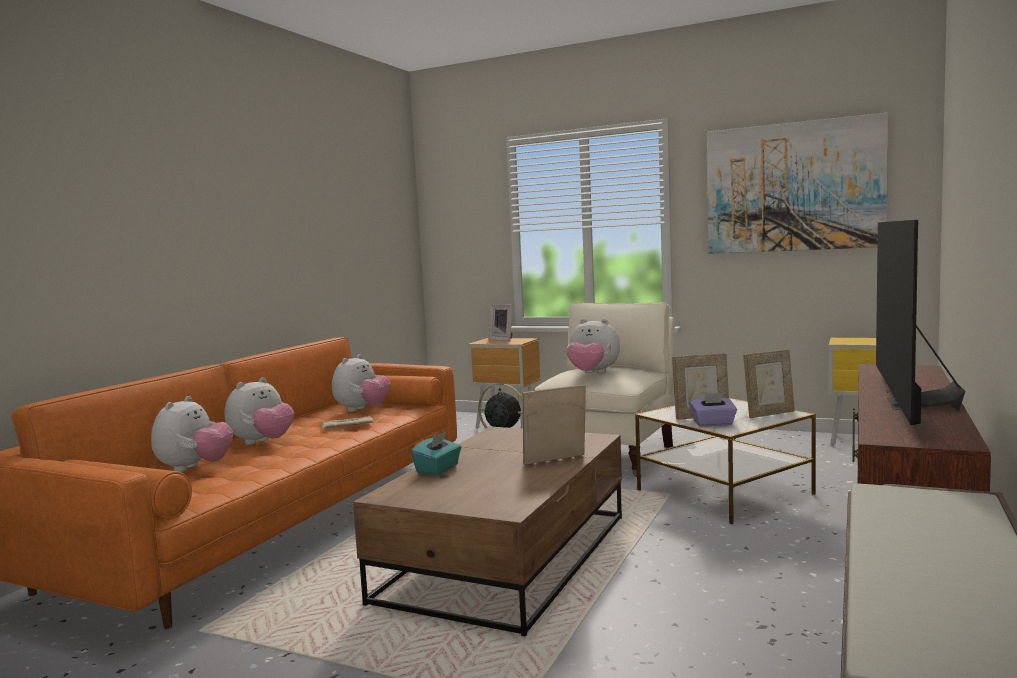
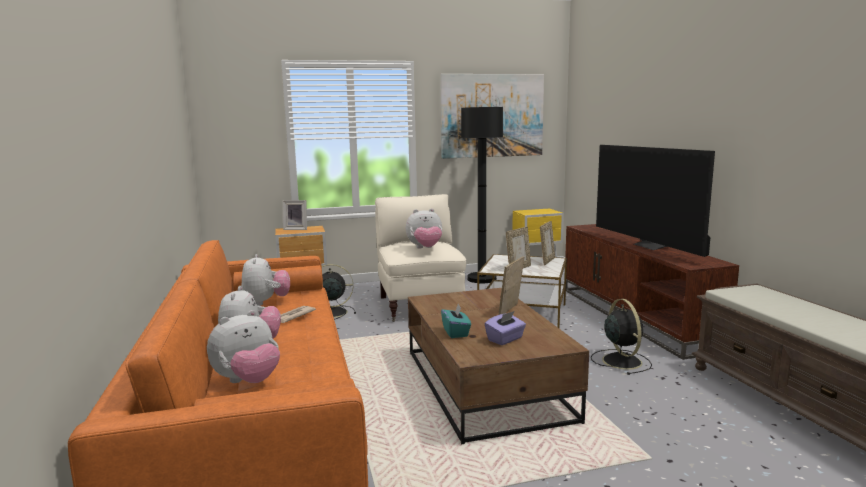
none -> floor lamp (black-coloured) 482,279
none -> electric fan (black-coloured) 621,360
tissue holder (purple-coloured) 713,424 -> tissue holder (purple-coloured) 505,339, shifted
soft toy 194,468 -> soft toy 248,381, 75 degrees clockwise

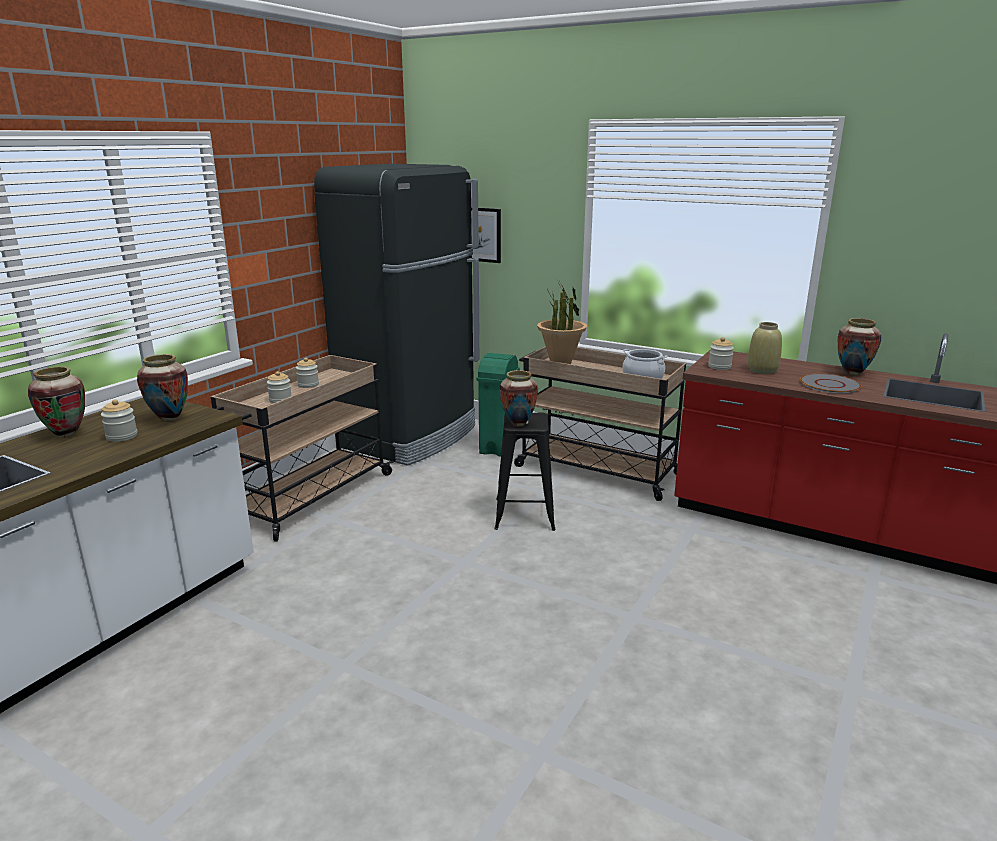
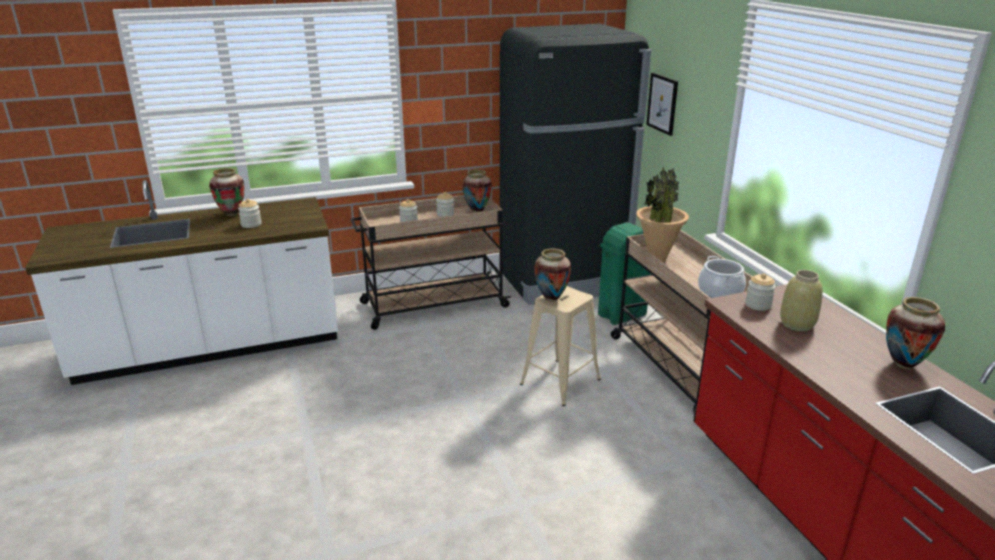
plate (grey) 829,384 -> none
flower vase 169,419 -> flower vase 477,211, shifted
stool seat (black-coloured) 524,514 -> stool seat (sand-coloured) 560,382

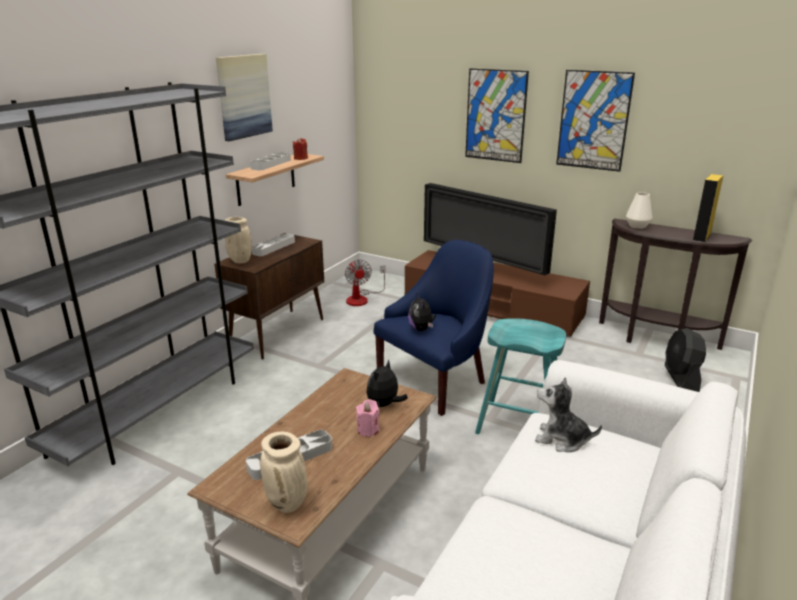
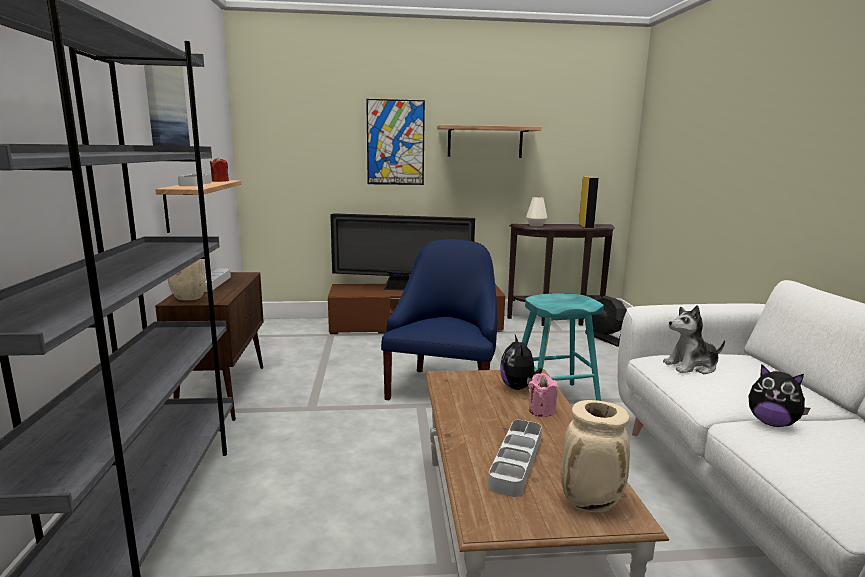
electric fan 361,298 -> none
soft toy 421,329 -> soft toy 772,423, shifted
wall picture 593,120 -> shelf 485,142

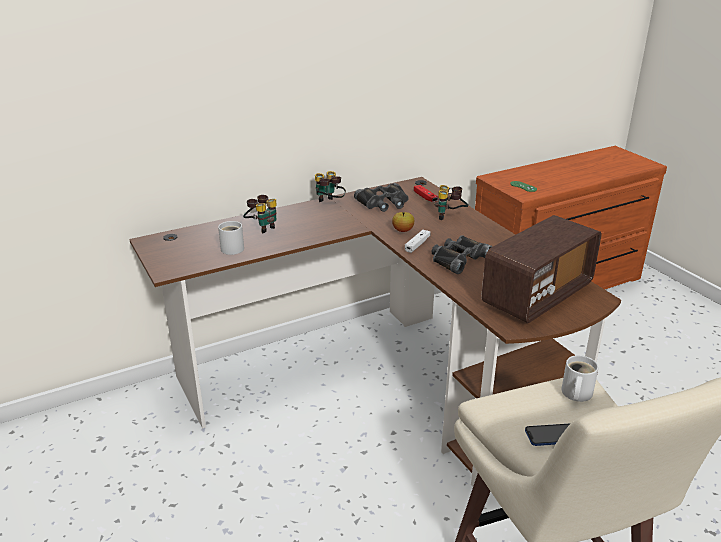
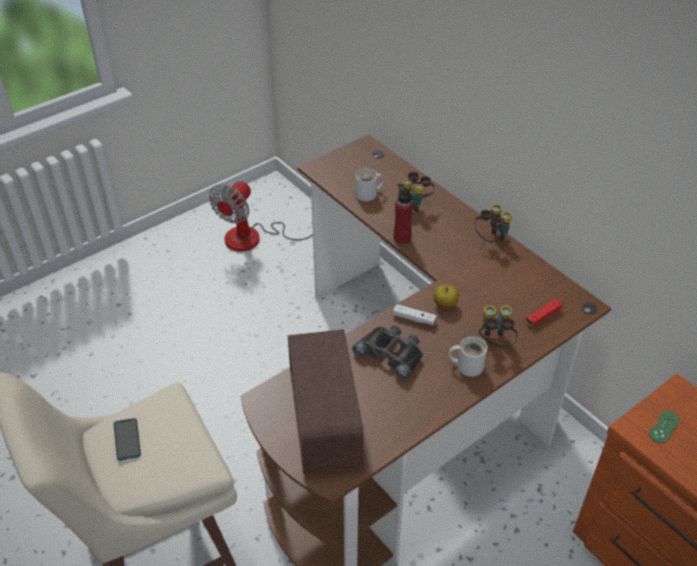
binoculars (black-coloured) 383,203 -> none
none -> electric fan 256,238
none -> bottle (reddish) 402,238
mug (whitish) 575,393 -> mug (whitish) 467,365, shifted
radio 537,296 -> radio 325,421, 45 degrees clockwise

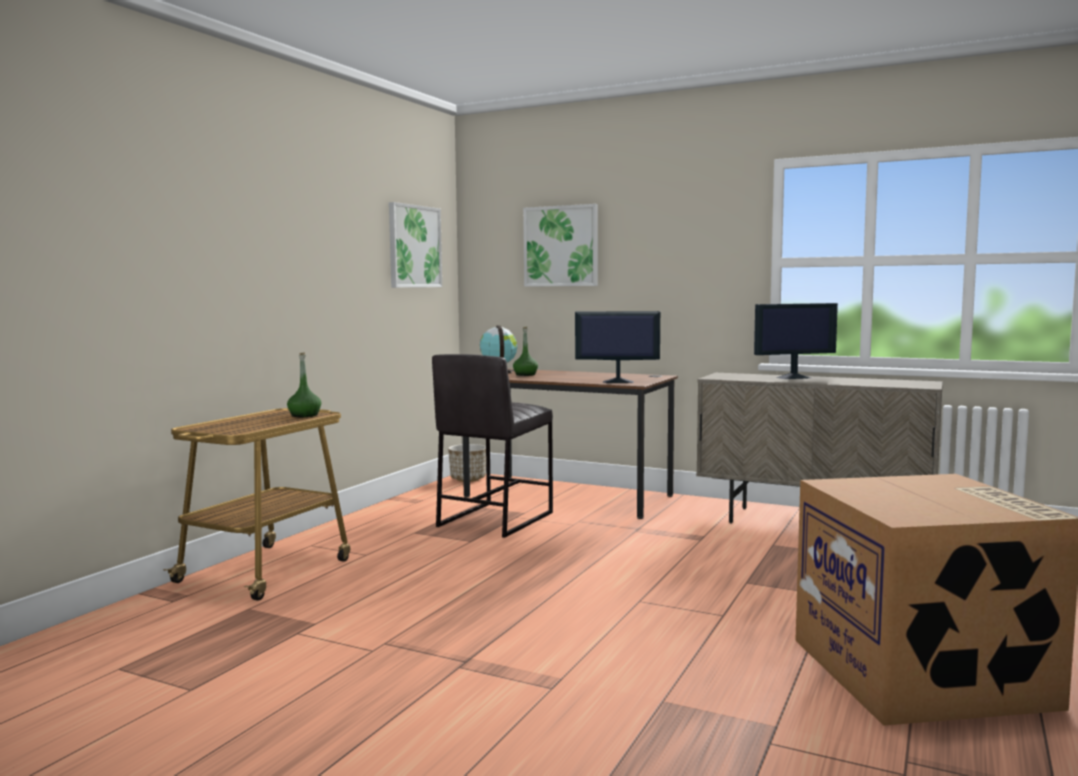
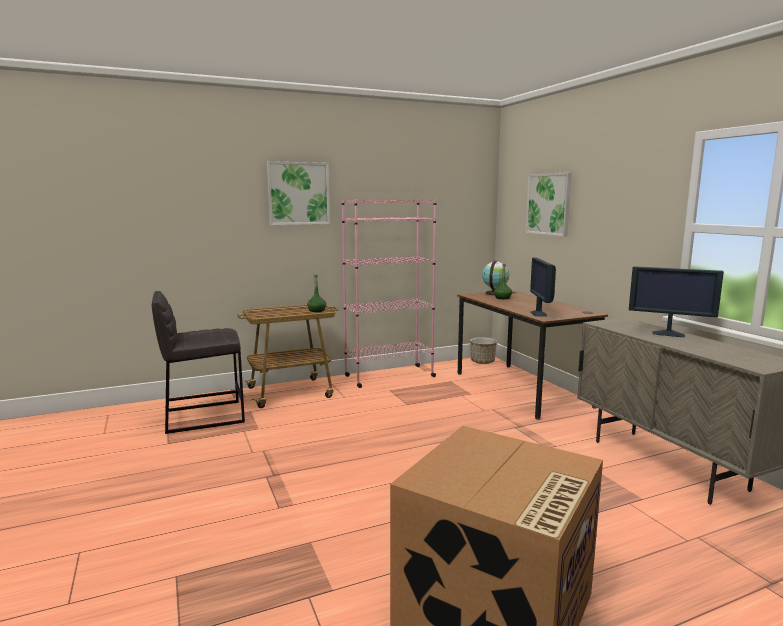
none -> shelving unit (pinkish) 389,376
wall picture 414,246 -> wall picture 298,193, shifted
stool seat (grey) 494,519 -> stool seat (grey) 203,416, shifted
computer screen 617,382 -> computer screen 538,314, 135 degrees counterclockwise

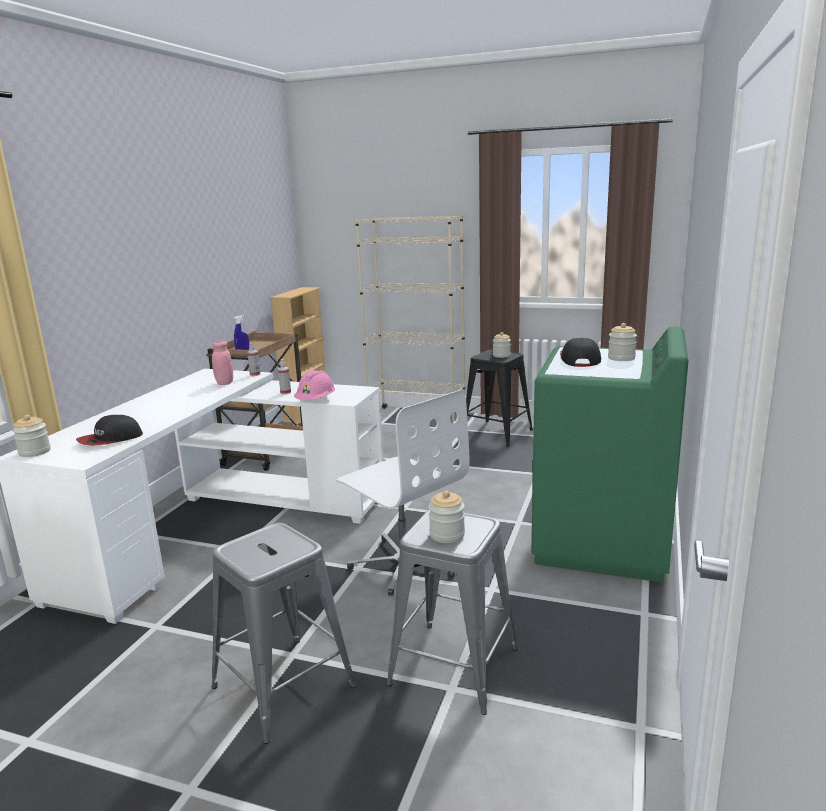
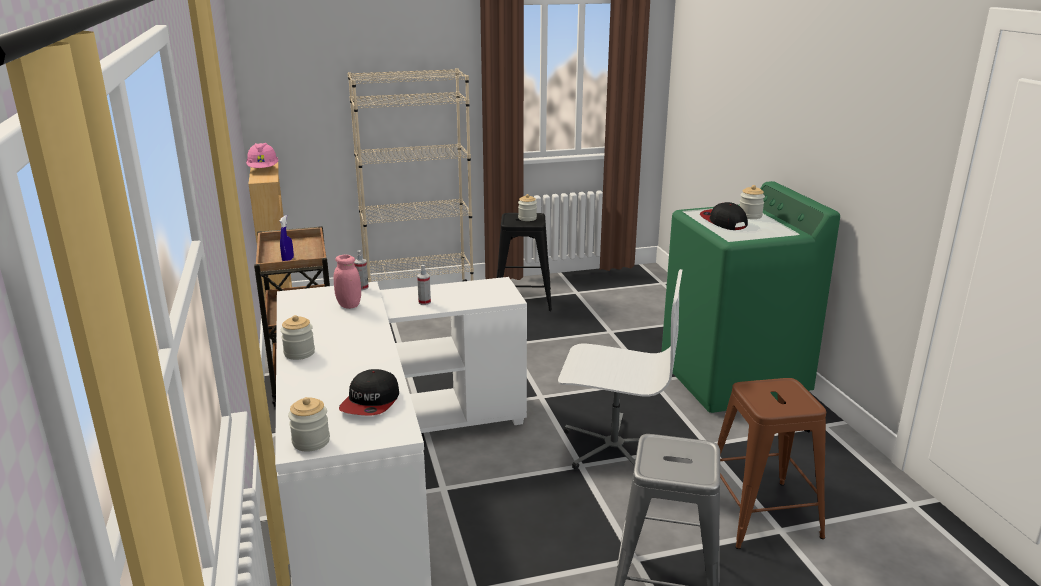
hard hat (pinkish) 316,401 -> hard hat (pinkish) 263,170, shifted
jar 447,535 -> jar 299,353, shifted
stool seat (grey) 454,666 -> stool seat (brown) 761,514

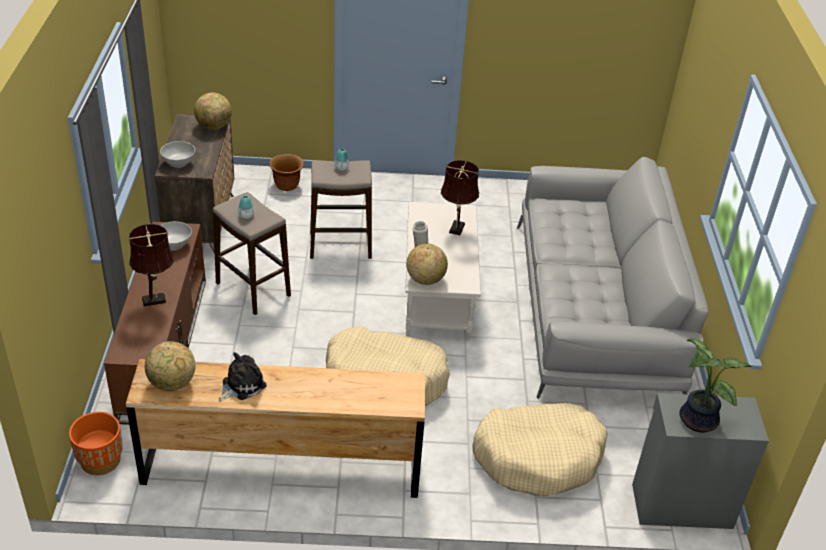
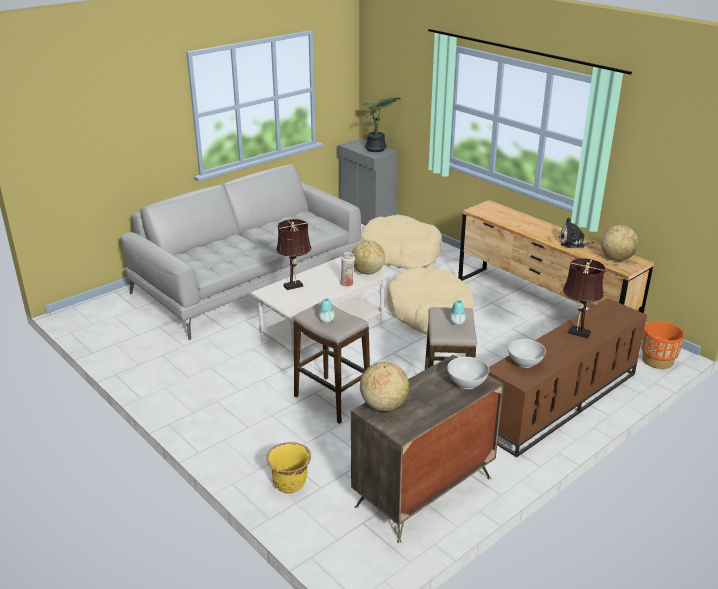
plant pot (brown) 287,186 -> plant pot (yellow-coloured) 290,484

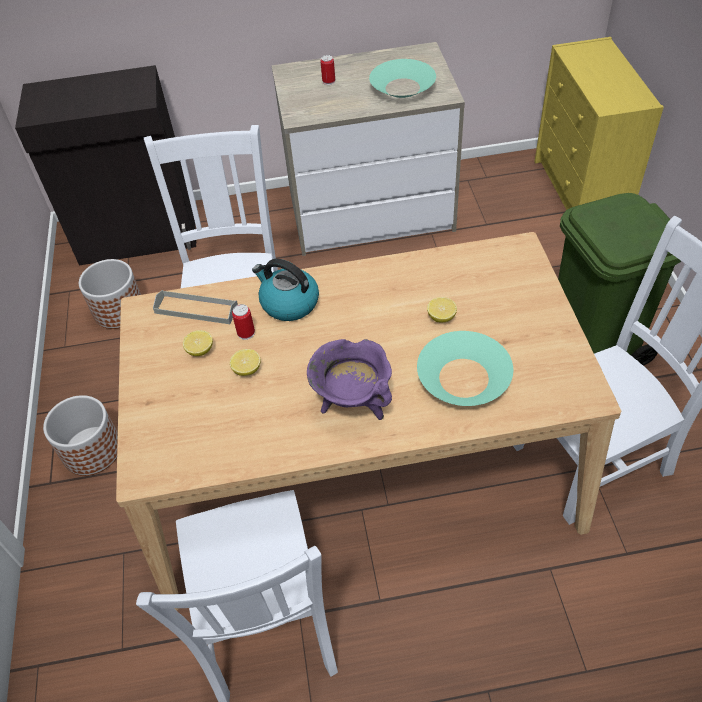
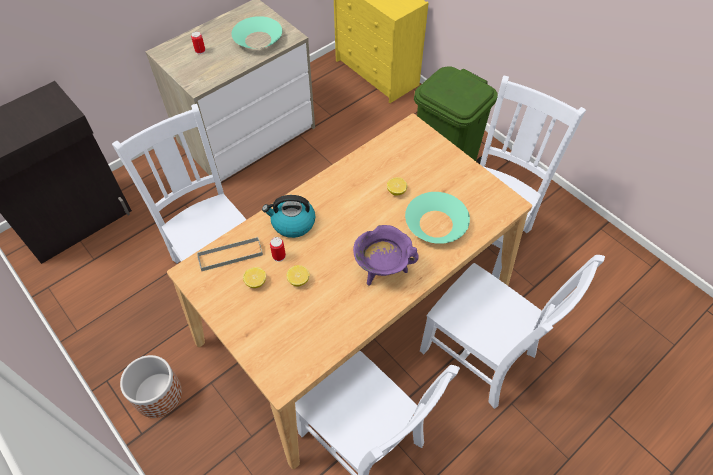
plant pot 118,311 -> none
none -> upright chair (whitish) 481,355

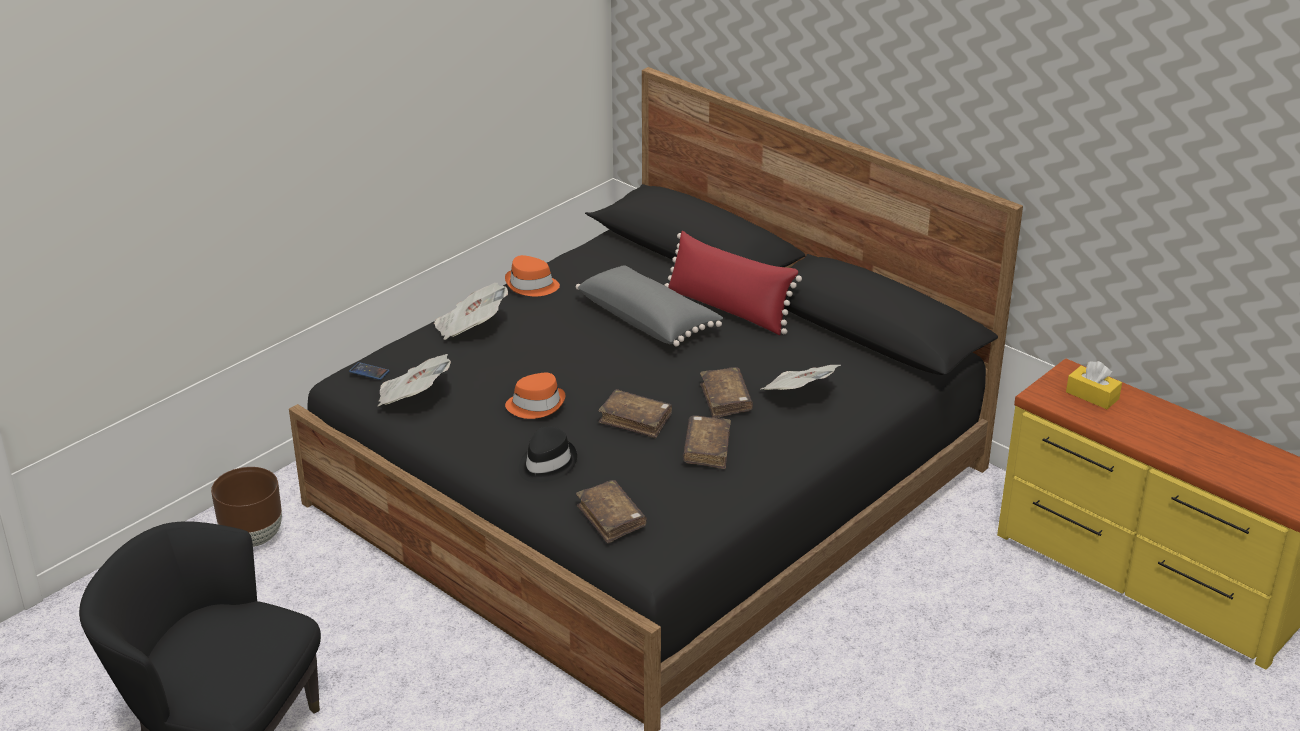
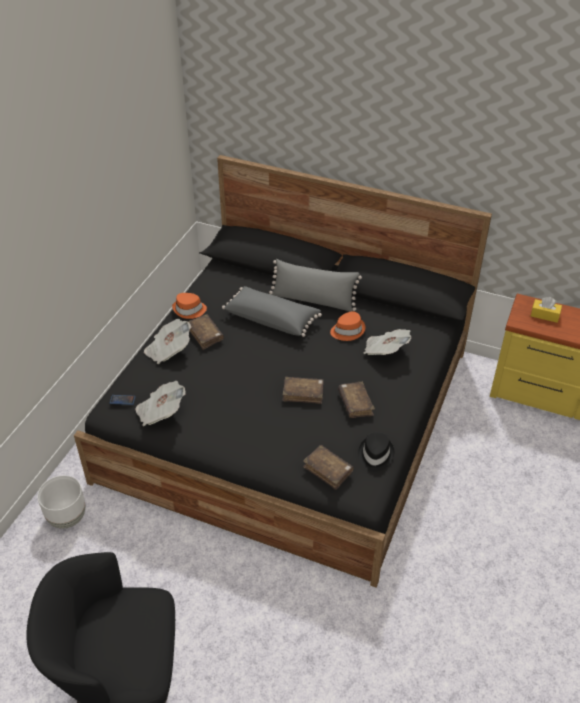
hat (orange) 536,404 -> hat (orange) 347,330, shifted
hat (black-coloured) 546,464 -> hat (black-coloured) 375,455, shifted
book (brown) 725,399 -> book (brown) 205,335, shifted
plant pot (brown) 253,537 -> plant pot (whitish) 67,517
throw pillow (reddish) 728,309 -> throw pillow (grey) 313,300

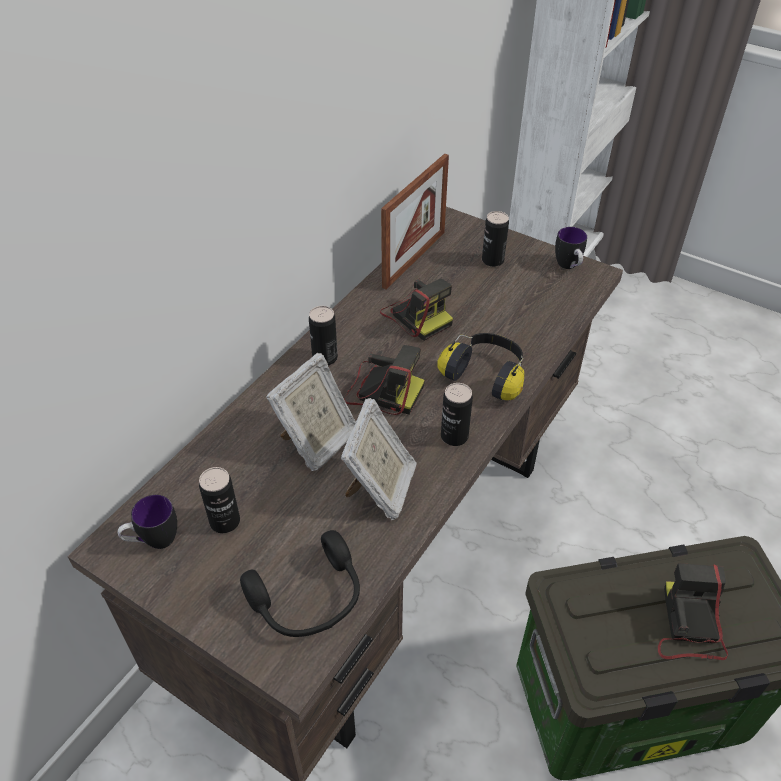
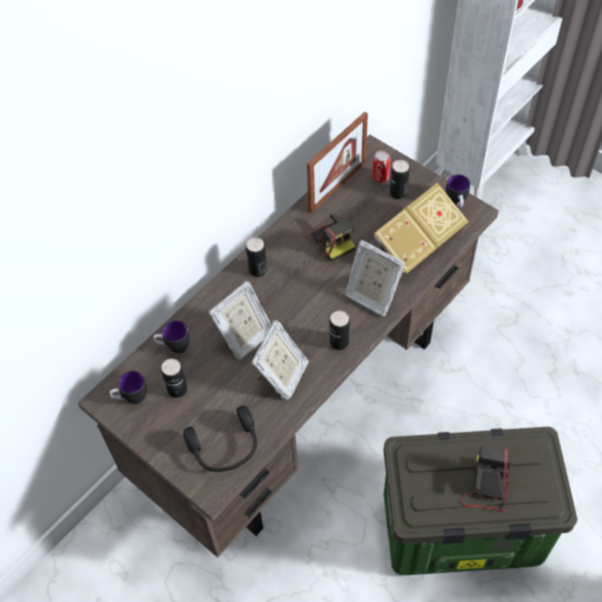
still camera 382,391 -> none
none -> mug 174,347
none -> metal can 380,177
none -> book 417,242
headset 486,375 -> standing frame 371,295

